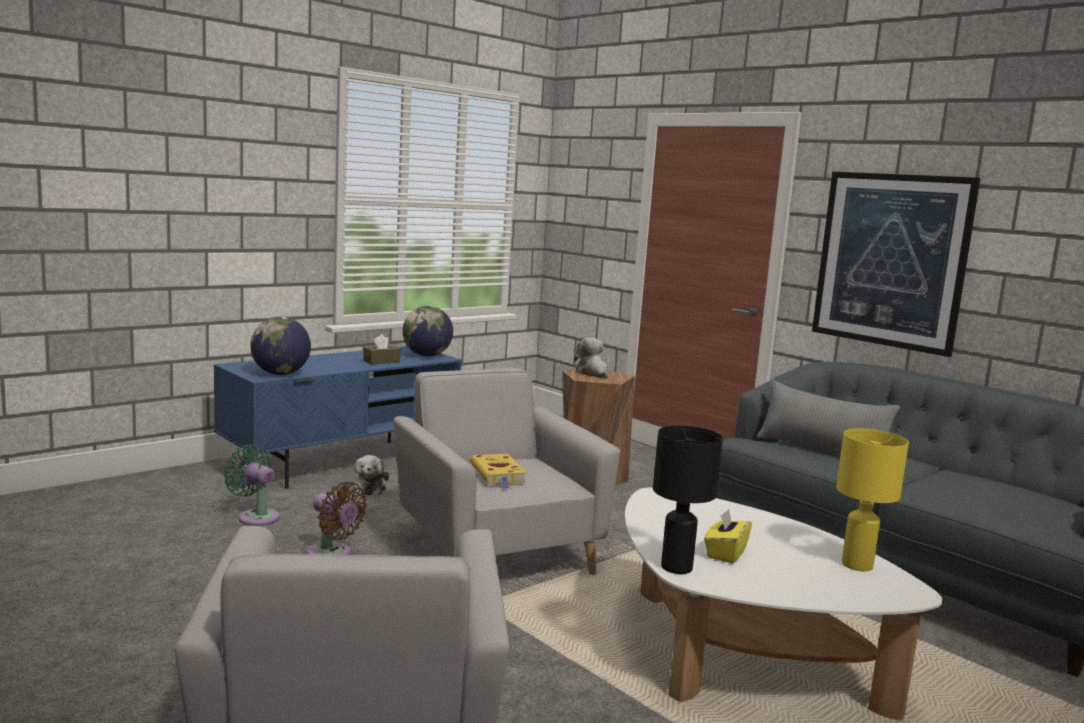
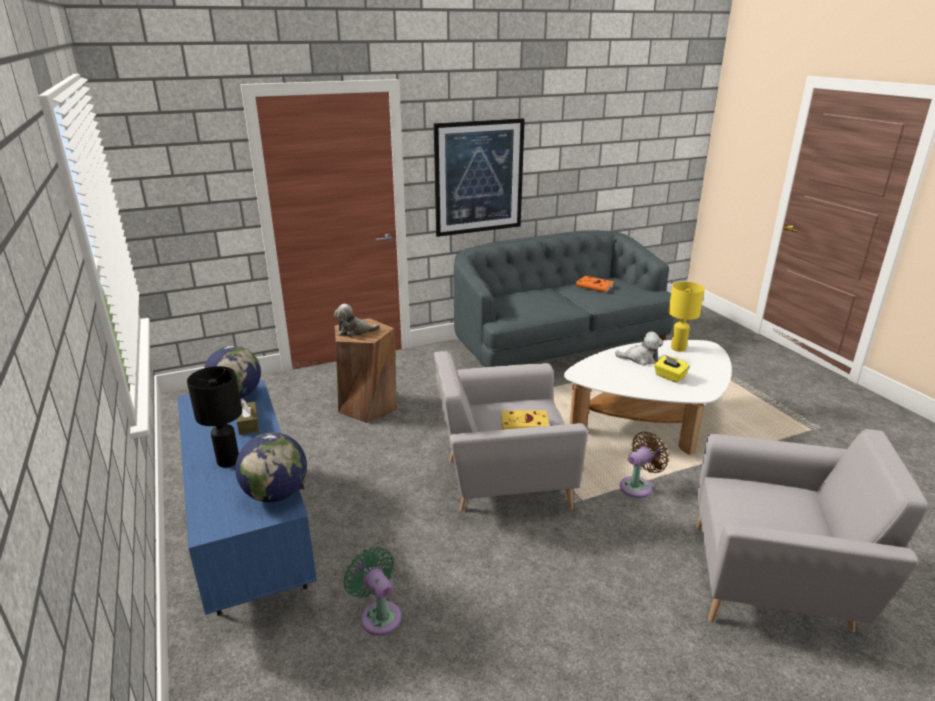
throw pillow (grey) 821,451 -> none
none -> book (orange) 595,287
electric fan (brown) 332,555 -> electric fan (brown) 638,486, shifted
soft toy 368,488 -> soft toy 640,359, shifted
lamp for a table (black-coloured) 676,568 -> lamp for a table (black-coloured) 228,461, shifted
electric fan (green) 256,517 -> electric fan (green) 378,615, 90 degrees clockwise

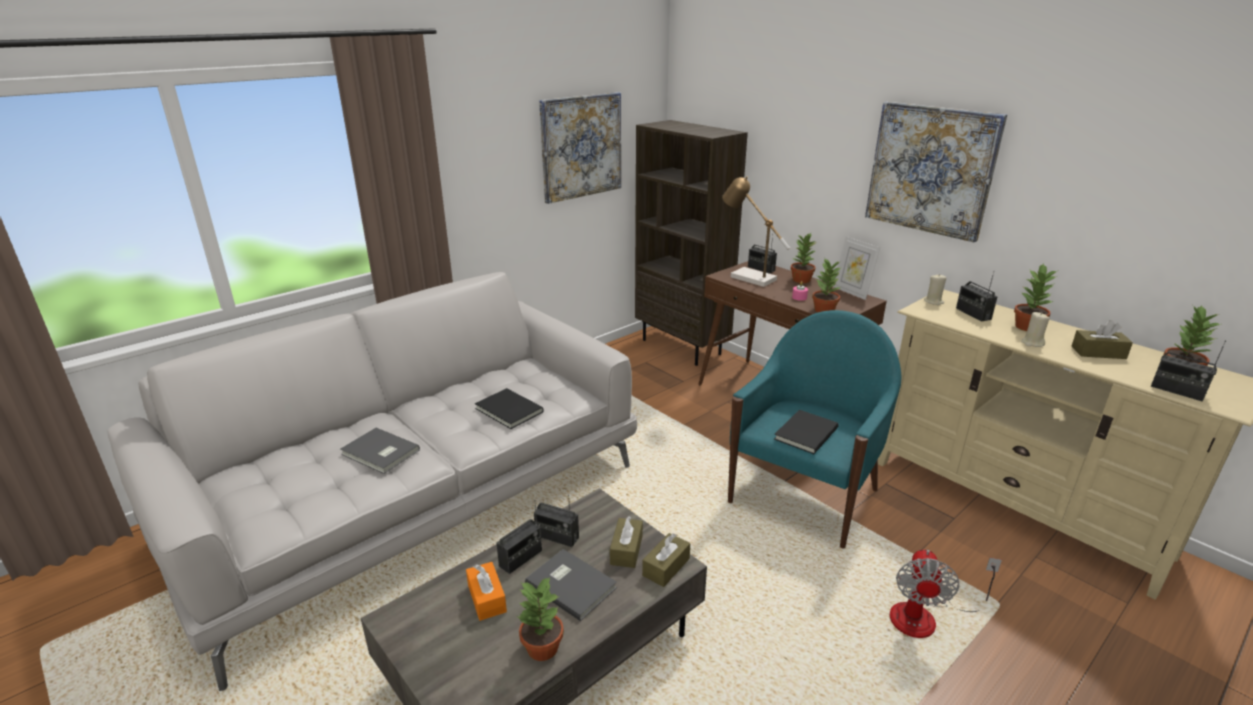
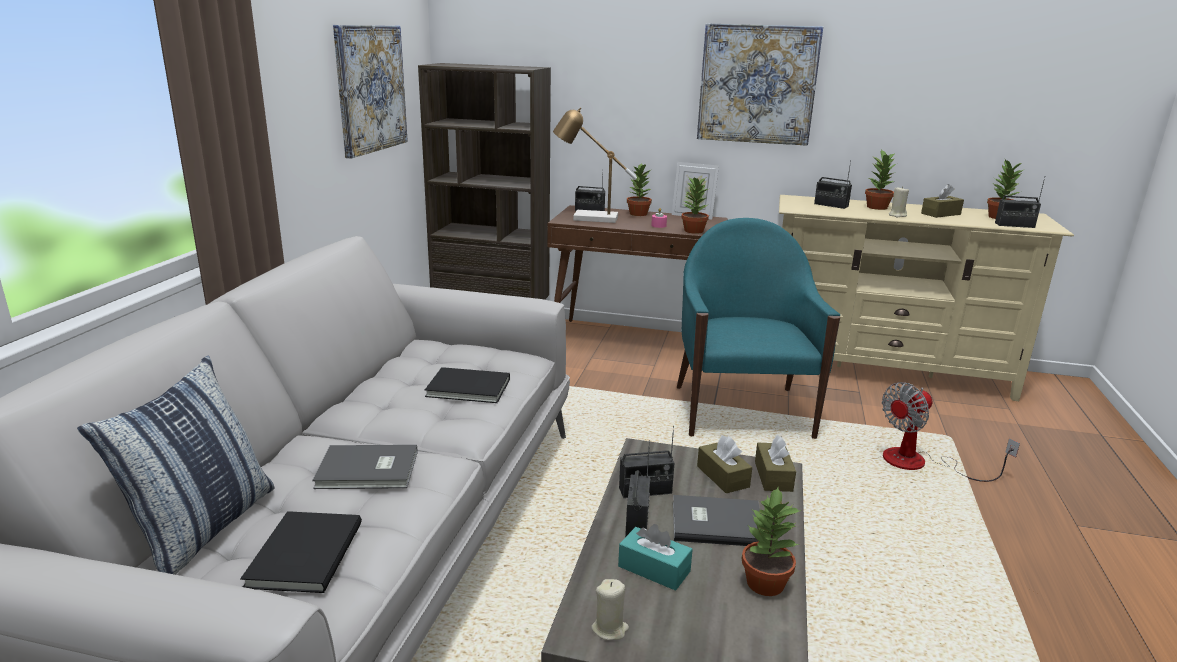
none -> throw pillow 203,528
book (black-coloured) 804,433 -> book (black-coloured) 301,555, shifted
wax light (sand-coloured) 933,302 -> wax light (sand-coloured) 610,629, shifted
tissue holder (orange) 487,598 -> tissue holder (blue-green) 654,569
electric fan 925,616 -> electric fan 920,463, 75 degrees clockwise

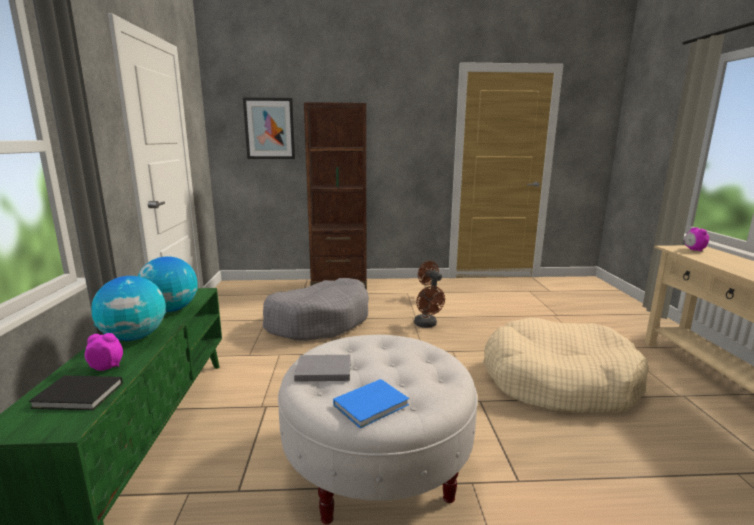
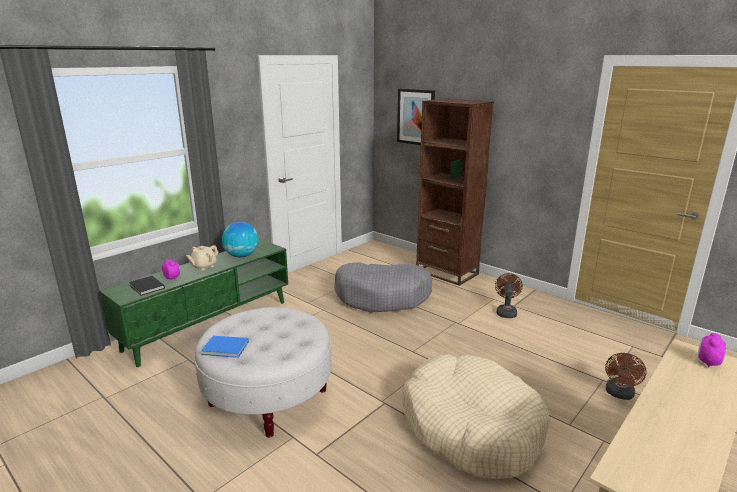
book (grey) 322,370 -> none
electric fan (brown) 427,325 -> electric fan (brown) 619,394, shifted
globe 134,337 -> teapot (sand-coloured) 203,266

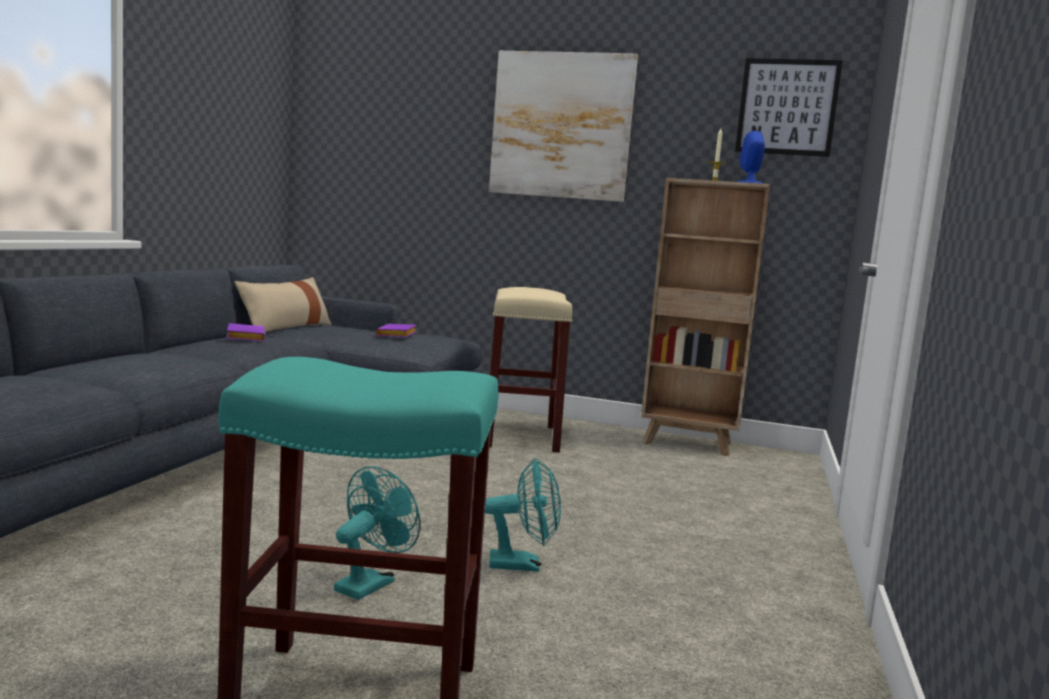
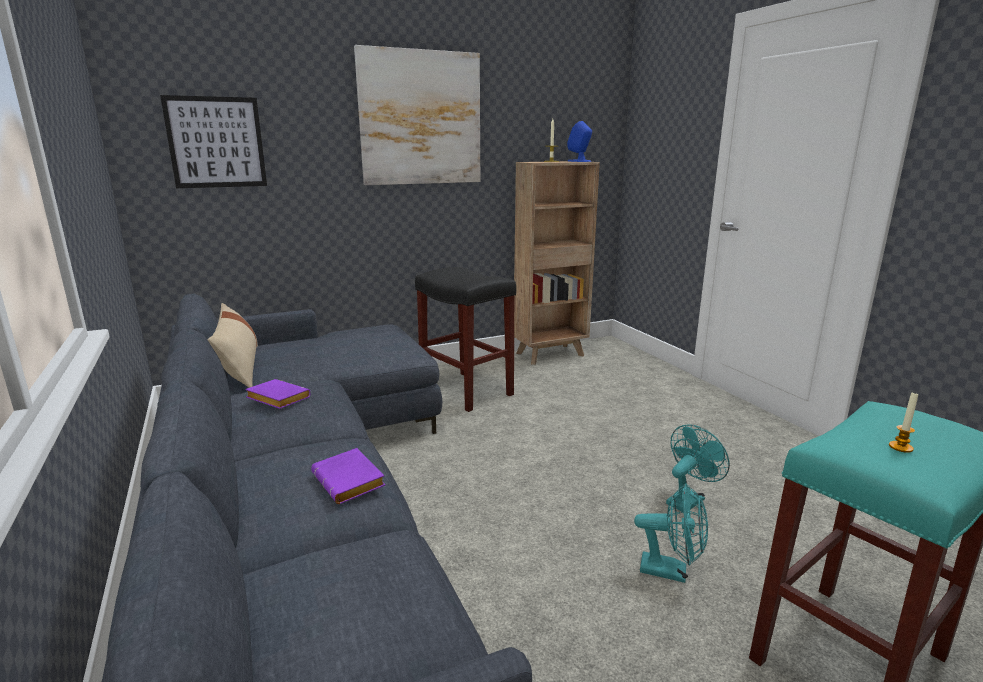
none -> wax light 900,447
book (purple-coloured) 397,335 -> book (purple-coloured) 351,482, shifted
wall picture 787,107 -> wall picture 216,142, shifted
stool seat (sand-coloured) 522,437 -> stool seat (black-coloured) 467,391
electric fan (blue-green) 370,583 -> electric fan (blue-green) 671,571, 120 degrees clockwise

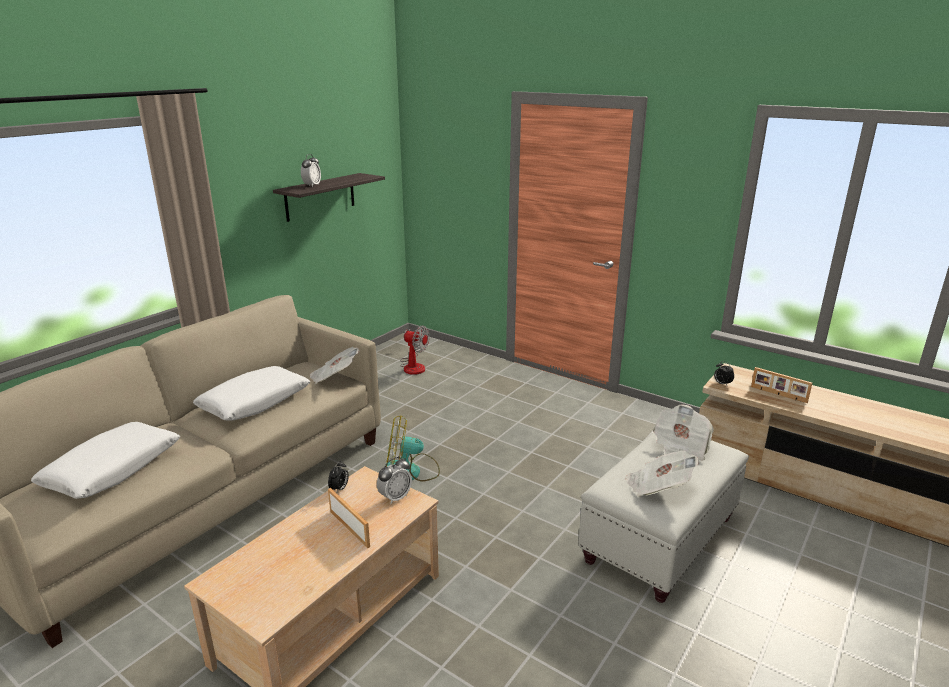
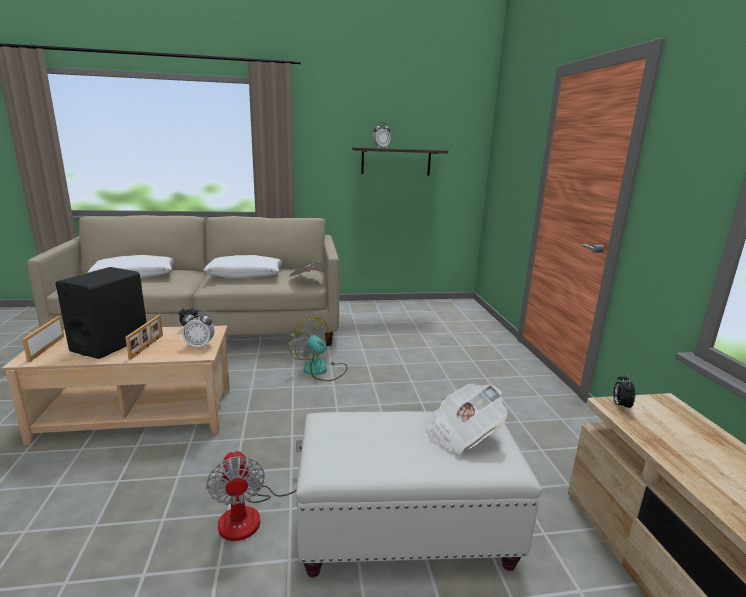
daily paper 658,487 -> none
none -> audio speaker (black-coloured) 110,344
electric fan 413,366 -> electric fan 252,514, shifted
standing frame 778,394 -> standing frame 45,348, shifted

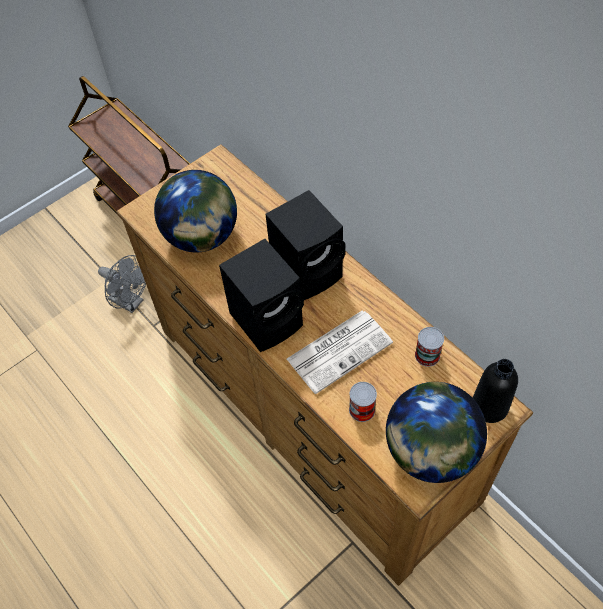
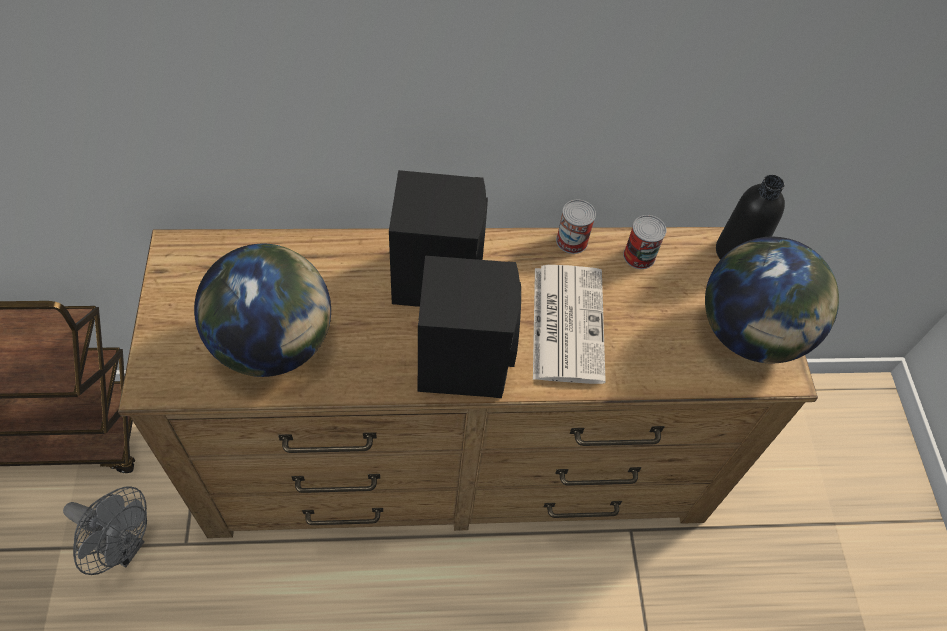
metal can 362,409 -> metal can 572,241, shifted
electric fan (grey) 131,302 -> electric fan (grey) 123,547, 45 degrees clockwise

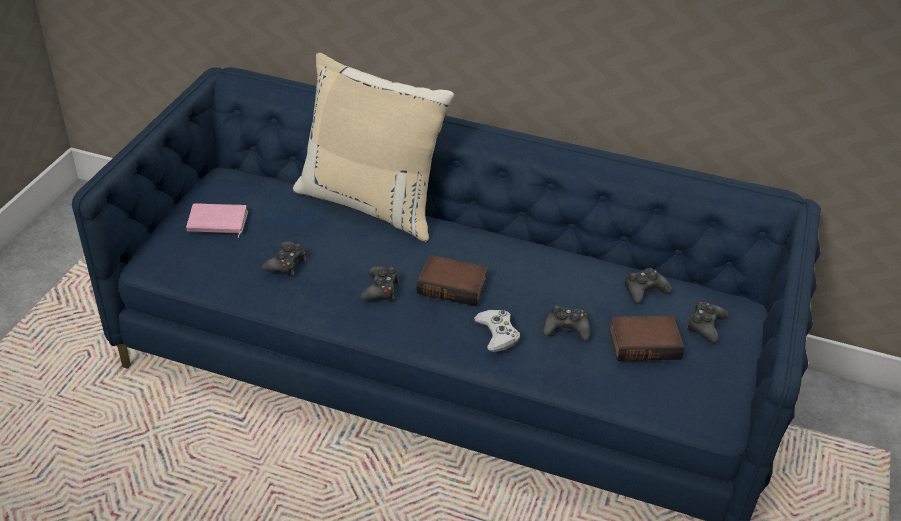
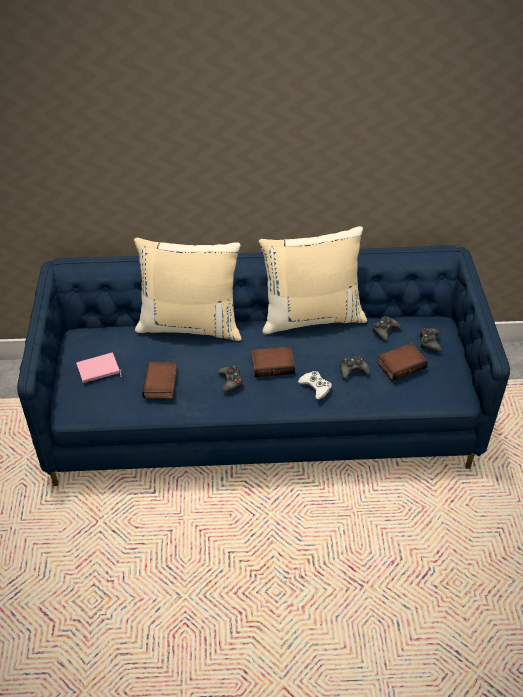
none -> throw pillow (sand-coloured) 311,317
gamepad (black-coloured) 286,264 -> book 161,384

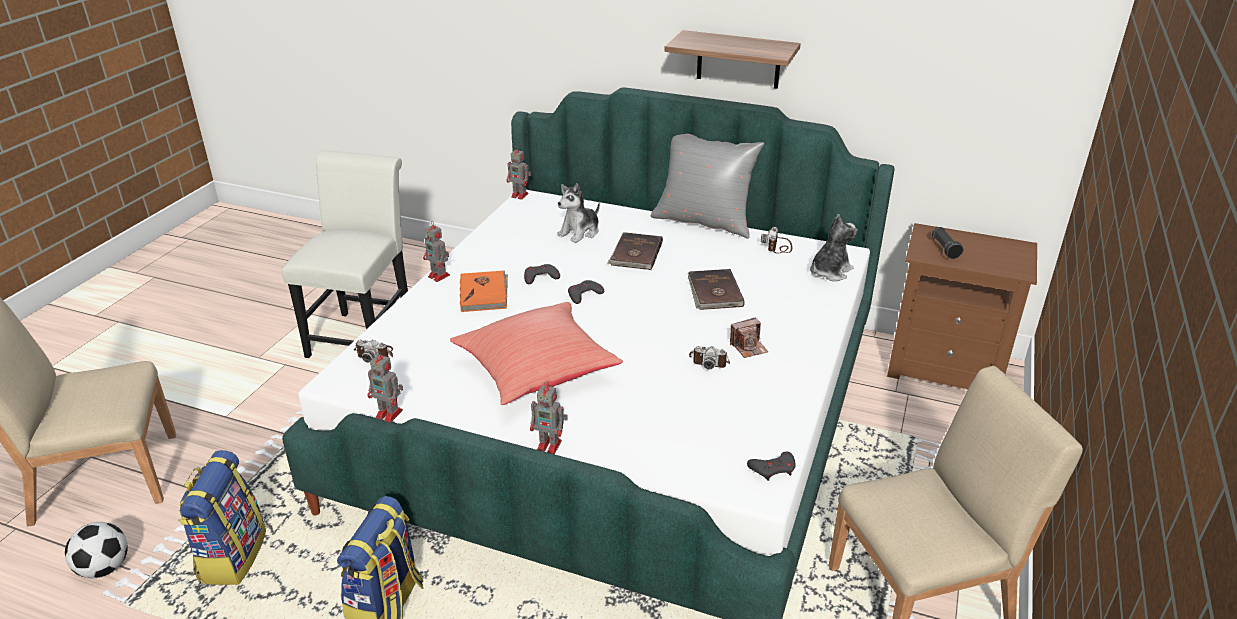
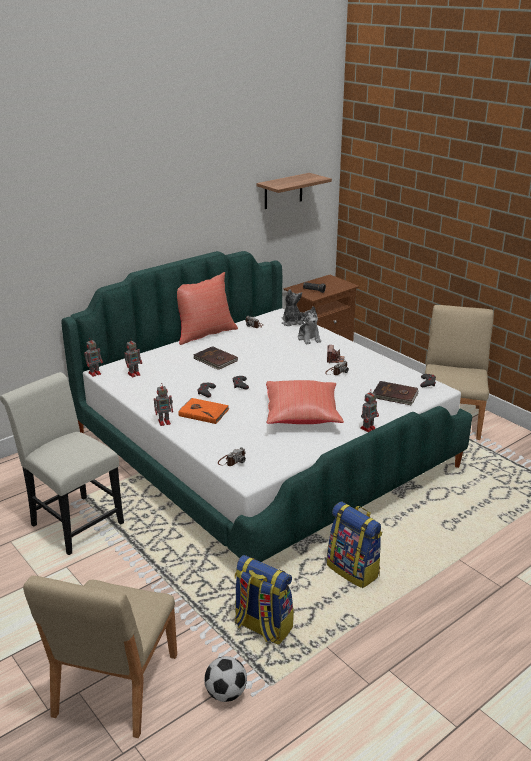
toy robot 390,414 -> toy robot 134,374, shifted
soft toy 580,232 -> soft toy 309,338, shifted
shelf 738,60 -> shelf 283,191, shifted
book (brown) 714,292 -> book (brown) 395,395, shifted
throw pillow (grey) 704,221 -> throw pillow (reddish) 204,333

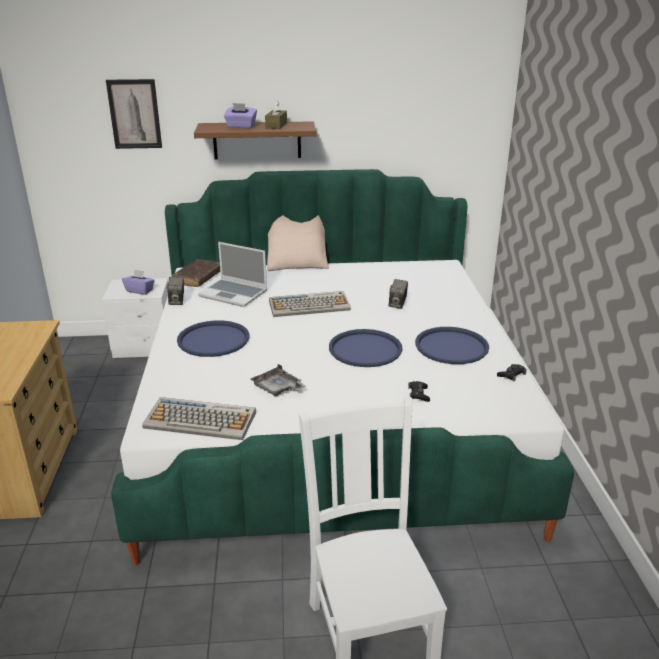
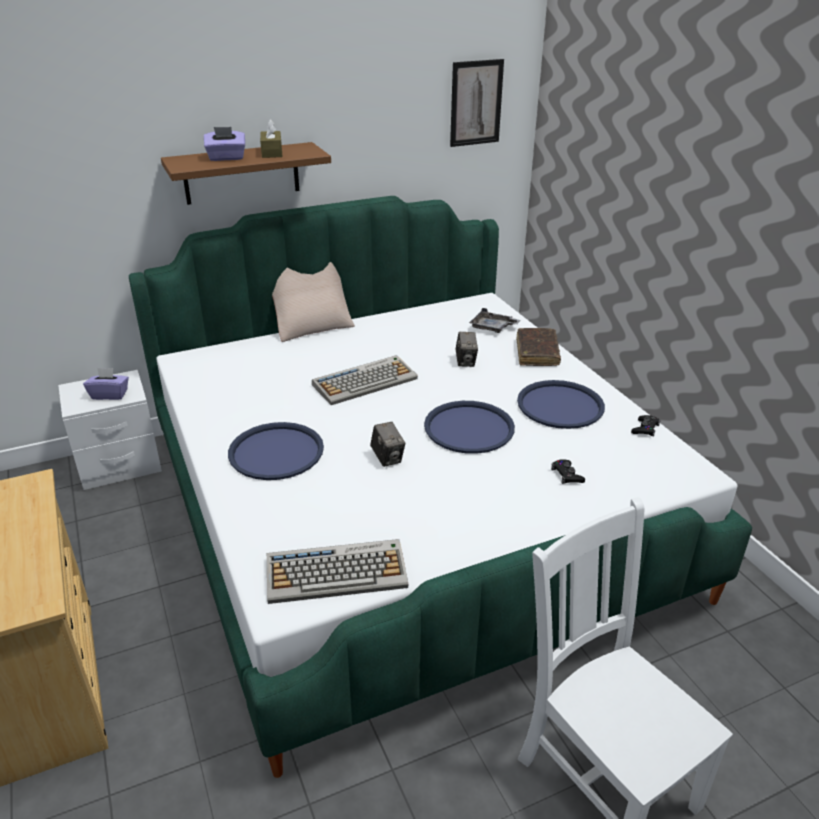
portable computer 234,294 -> none
wall picture 134,114 -> wall picture 476,103, shifted
still camera 177,301 -> still camera 387,458, shifted
book (brown) 198,278 -> book (brown) 537,353, shifted
tray (grey) 277,388 -> tray (grey) 492,328, shifted

